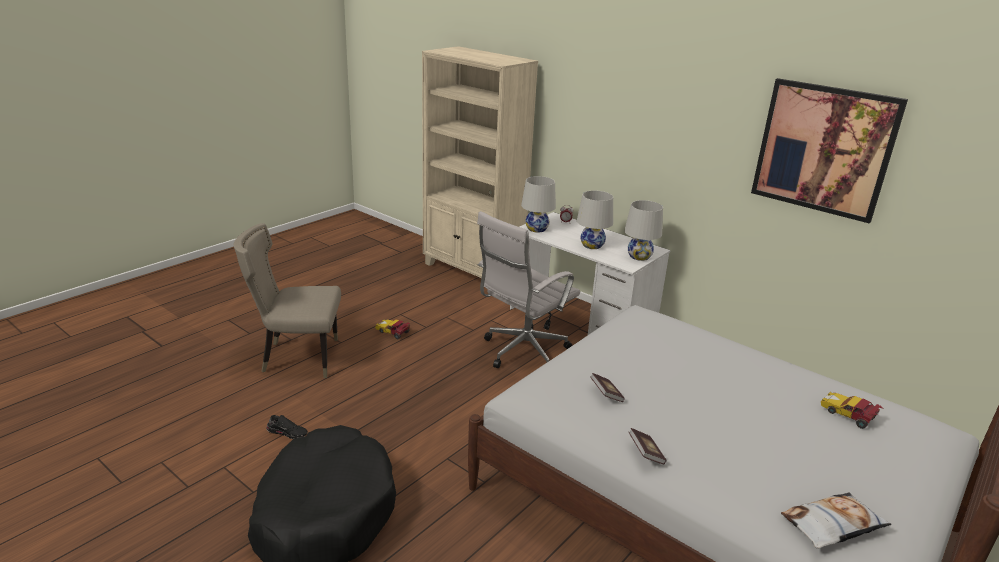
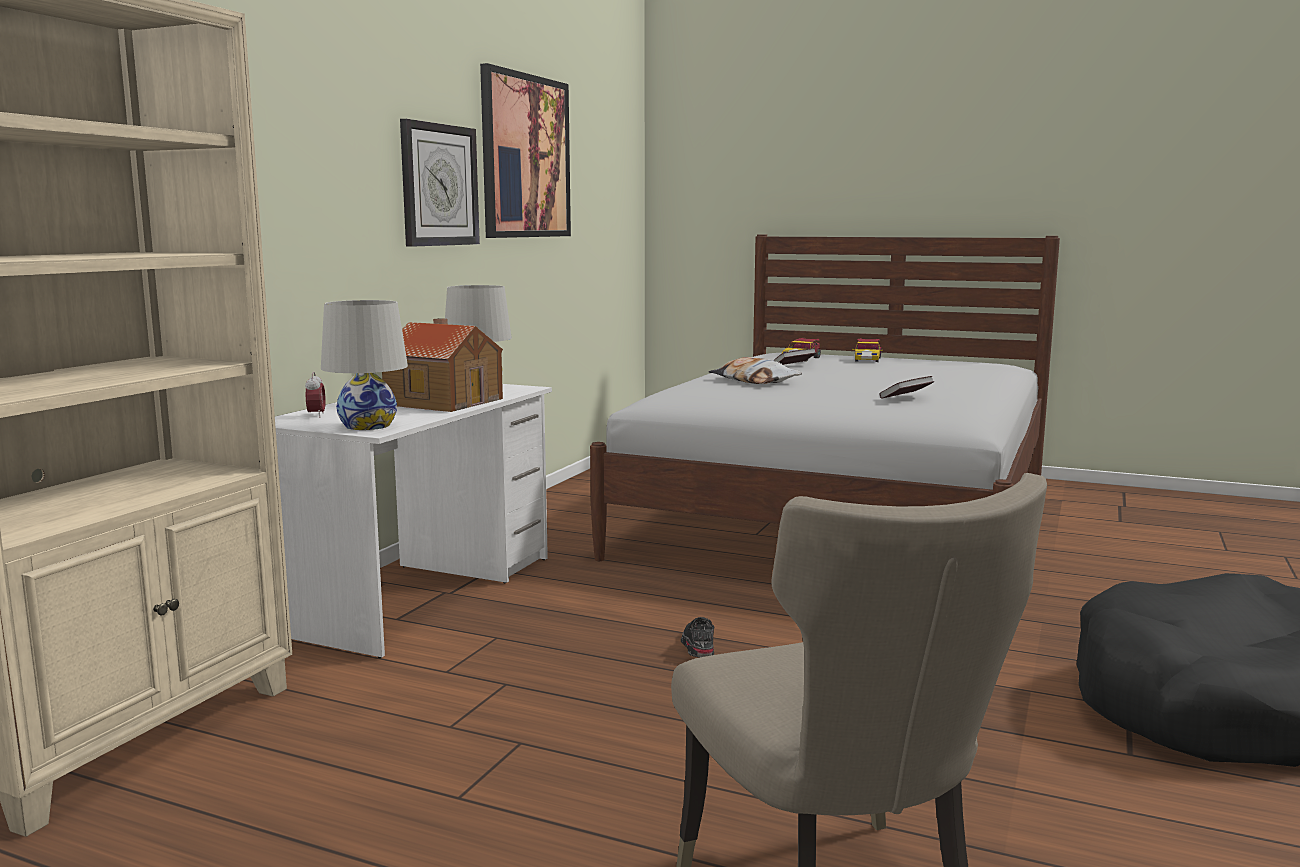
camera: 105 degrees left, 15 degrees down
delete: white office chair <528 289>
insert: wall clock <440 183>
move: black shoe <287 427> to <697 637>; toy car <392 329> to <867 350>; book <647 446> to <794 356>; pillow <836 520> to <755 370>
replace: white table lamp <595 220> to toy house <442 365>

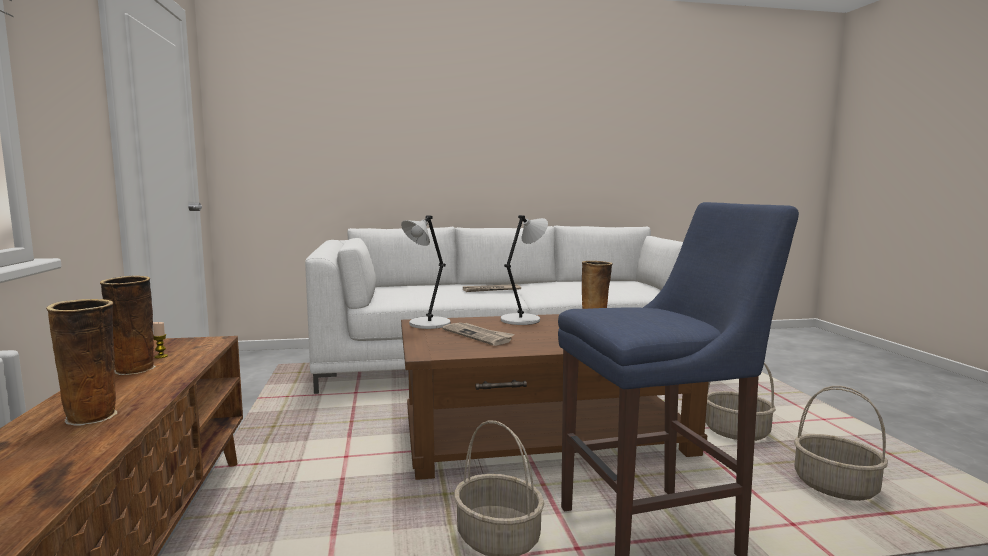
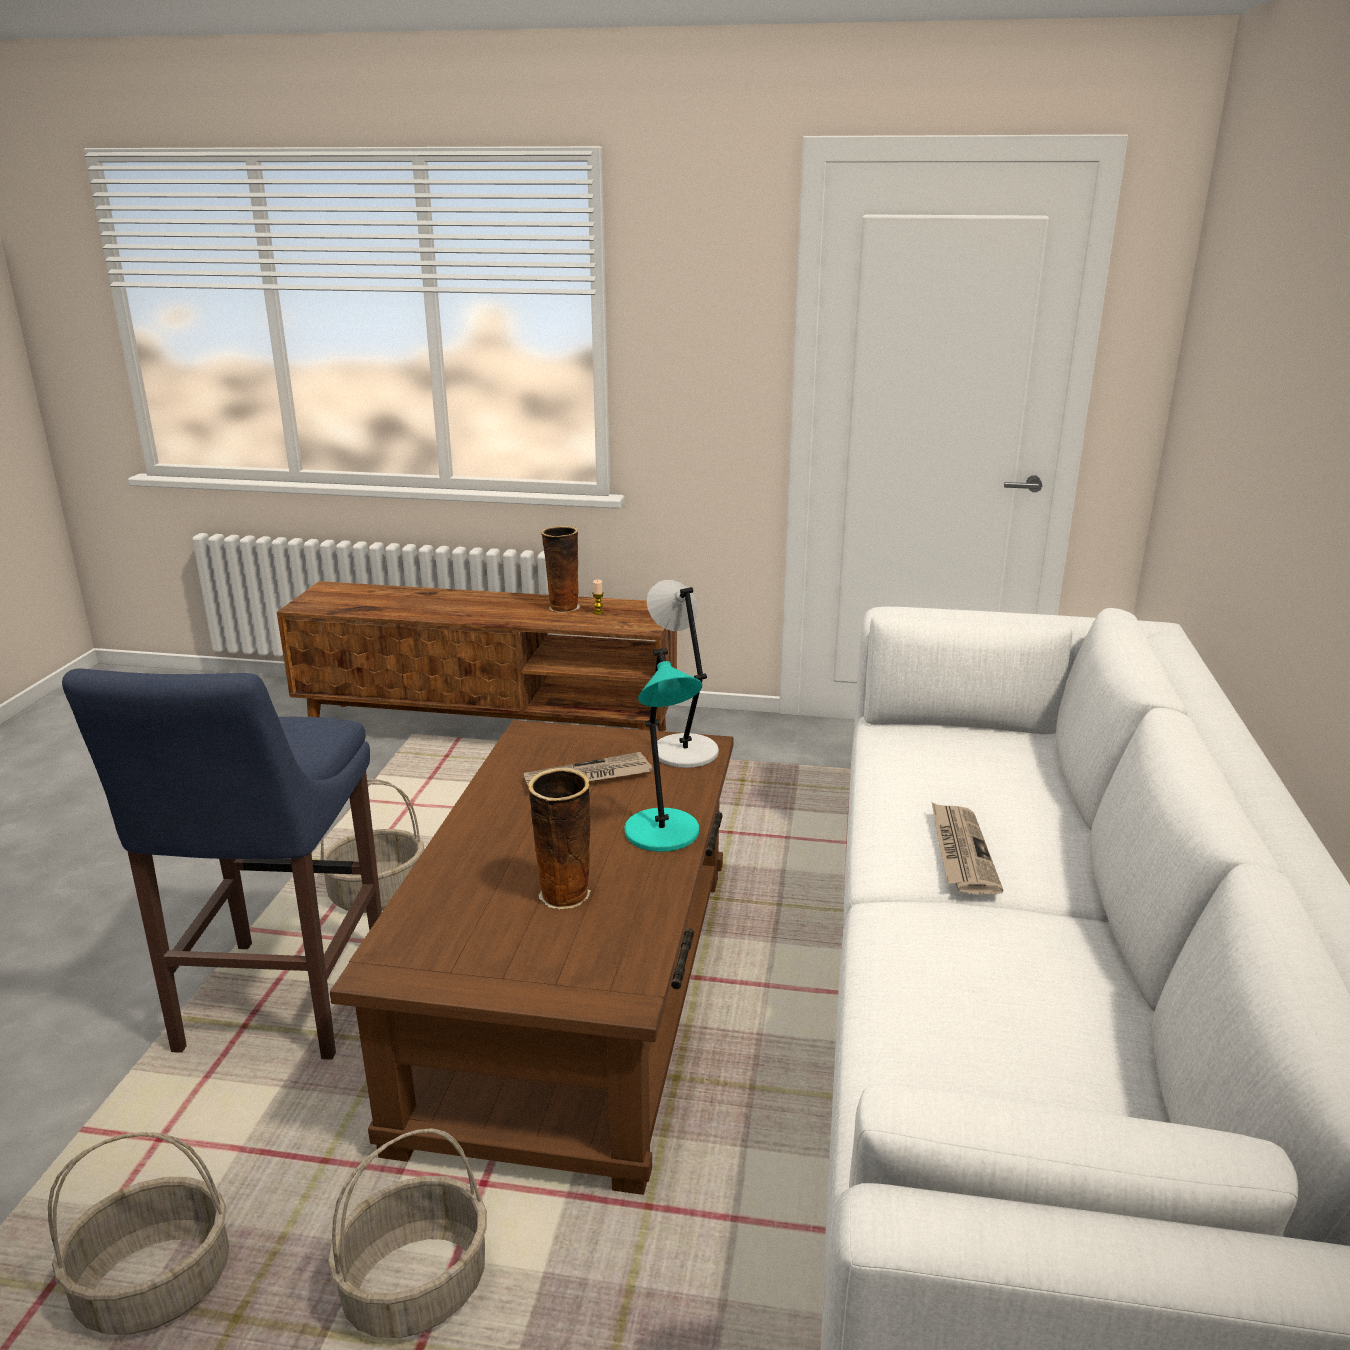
camera: 110 degrees right, 15 degrees up
delete: vase <81 362>
recolor: grey table lamp <524 270> to turquoise table lamp <663 750>

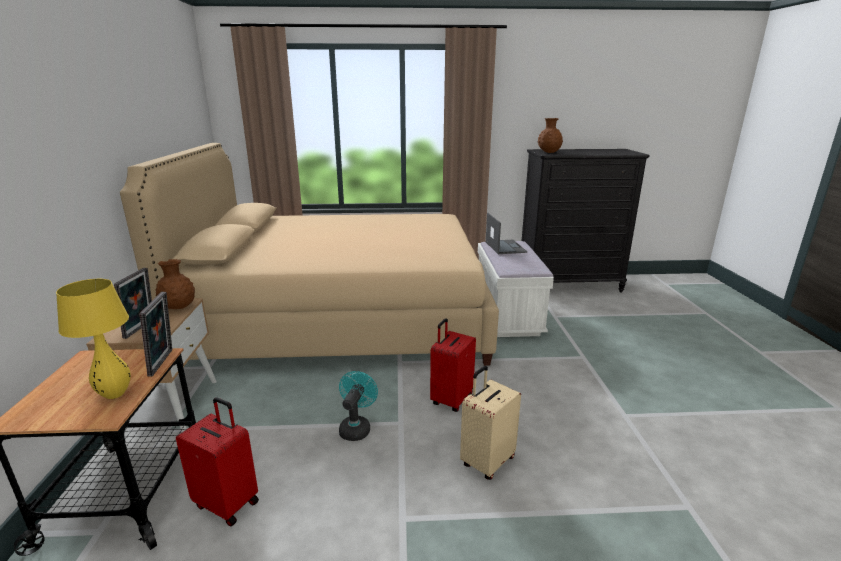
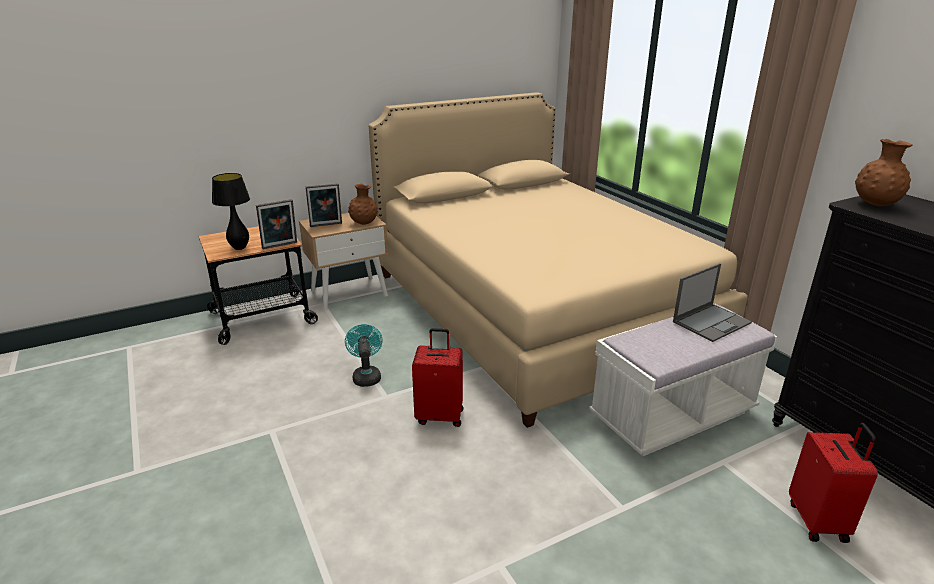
camera: 65 degrees right, 5 degrees up
delete: beige suitcase <490 423>
move: red suitcase <217 461> to <833 483>
recolor: yellow table lamp <93 339> to black table lamp <231 211>
rotate: turquoise fan <358 406> = <364 355> 90 degrees counterclockwise

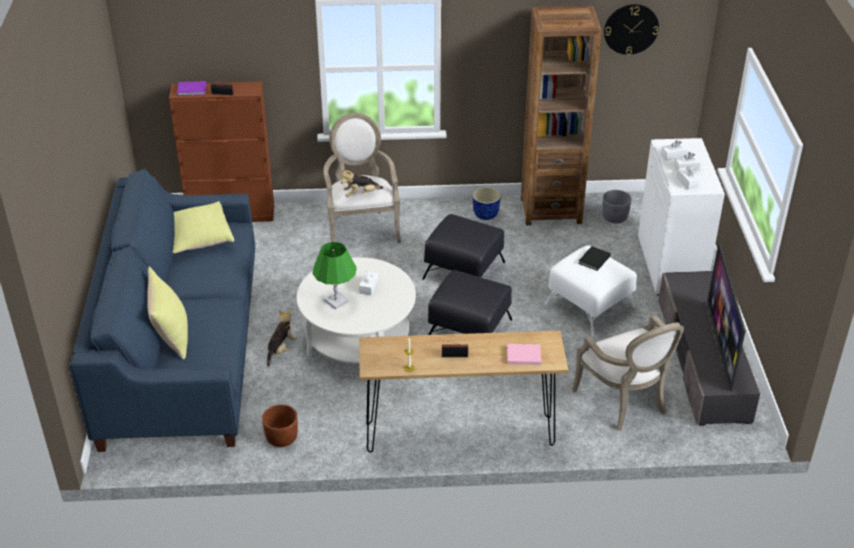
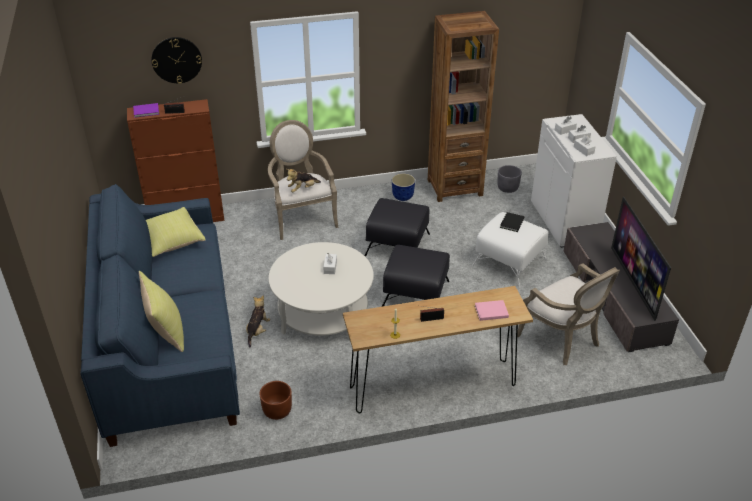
camera: 10 degrees left, 0 degrees up
delete: green table lamp <334 276>
move: wall clock <631 29> to <177 60>

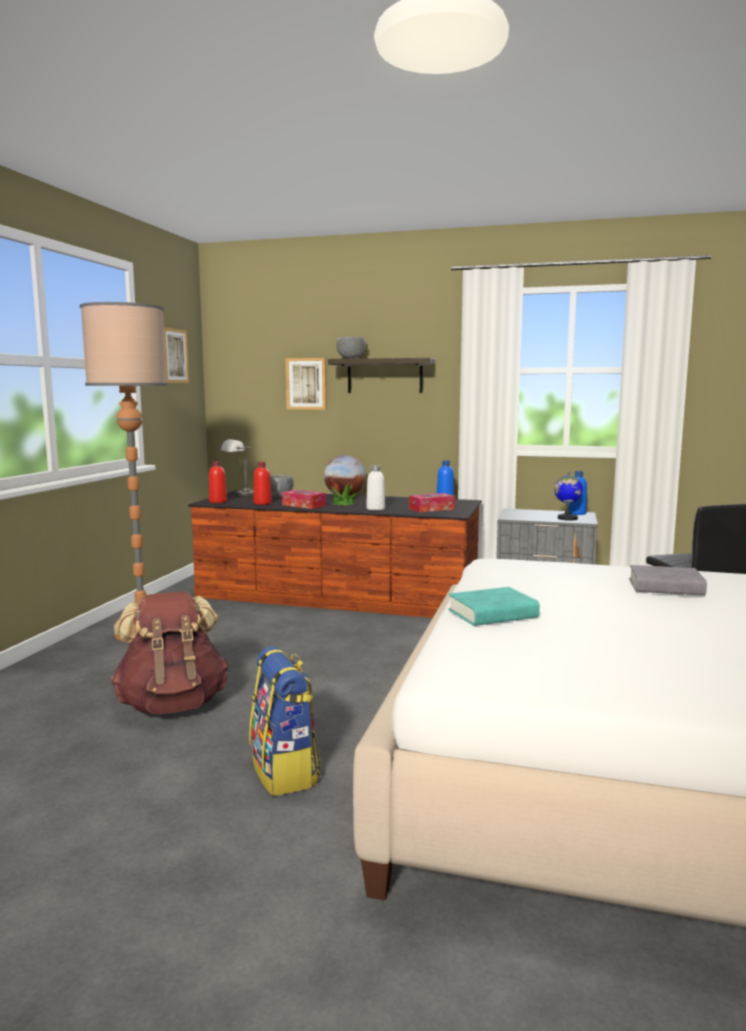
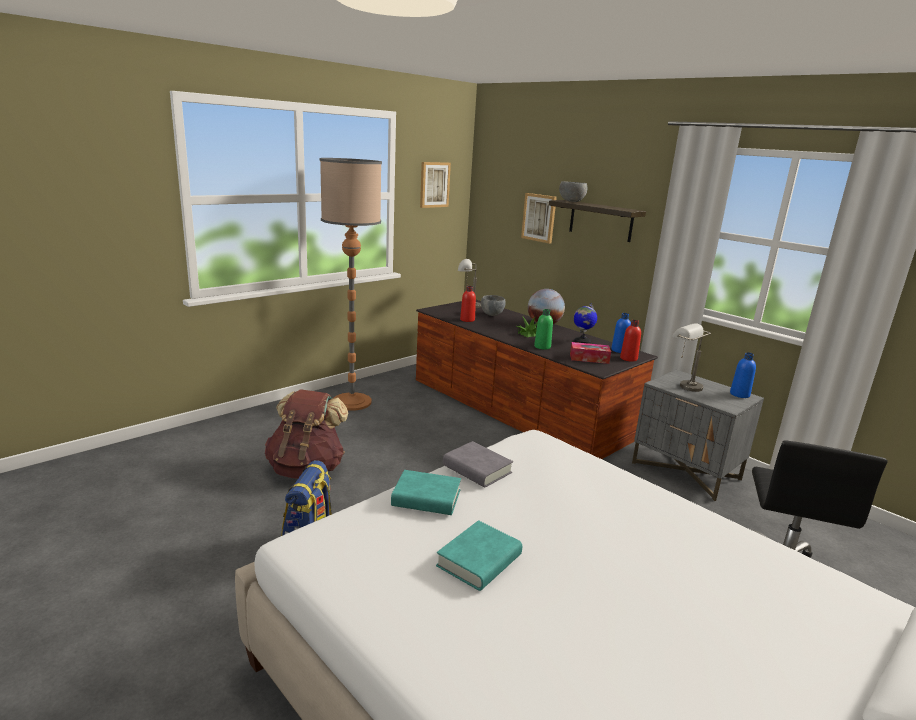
camera: 30 degrees right, 10 degrees up
delete: tissue box <303 499>
insert: turquoise book <479 555>; grey table lamp <691 357>
move: red bottle <218 482> to <630 341>; globe <568 495> to <585 323>; grey book <668 580> to <478 464>
recolor: white bottle <375 487> to green bottle <543 329>

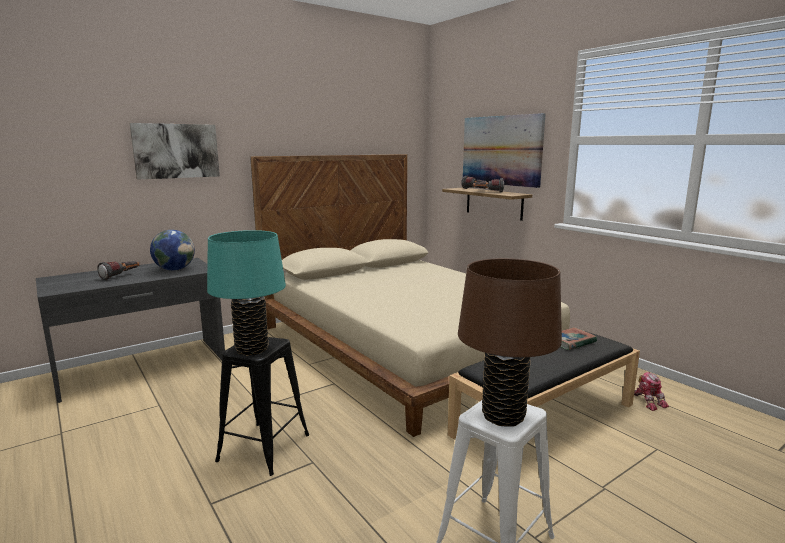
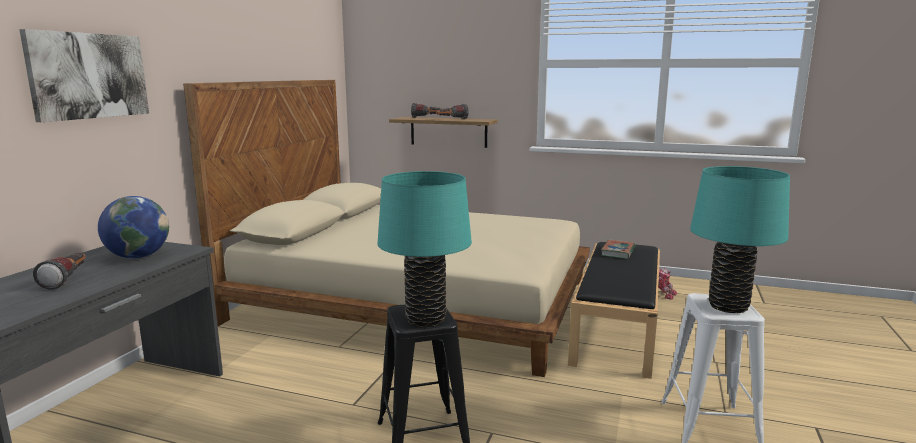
camera: 35 degrees left, 0 degrees up
delete: picture <504 150>
recolor: brown table lamp <510 342> to turquoise table lamp <740 239>

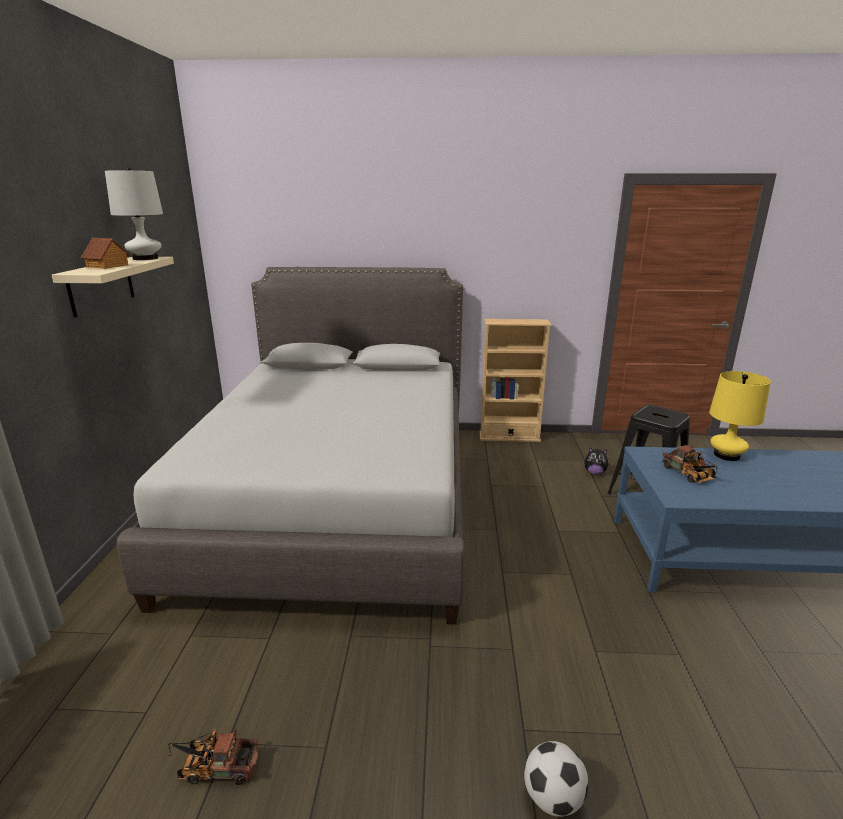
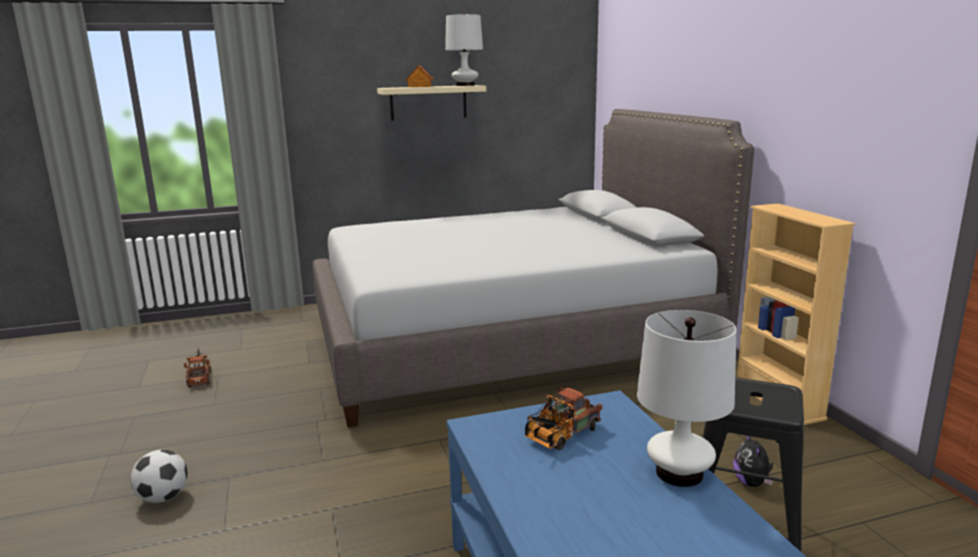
camera: 70 degrees right, 5 degrees down
recolor: yellow table lamp <740 416> to white table lamp <686 398>

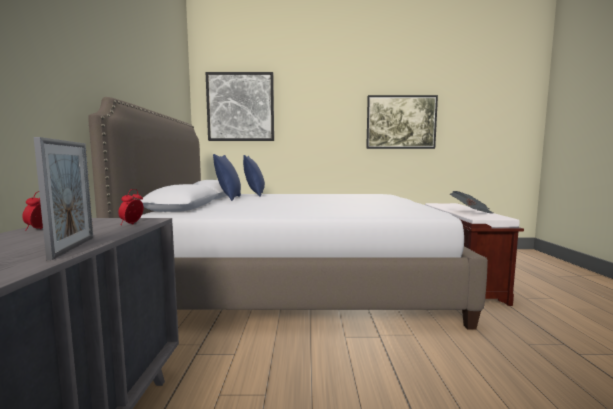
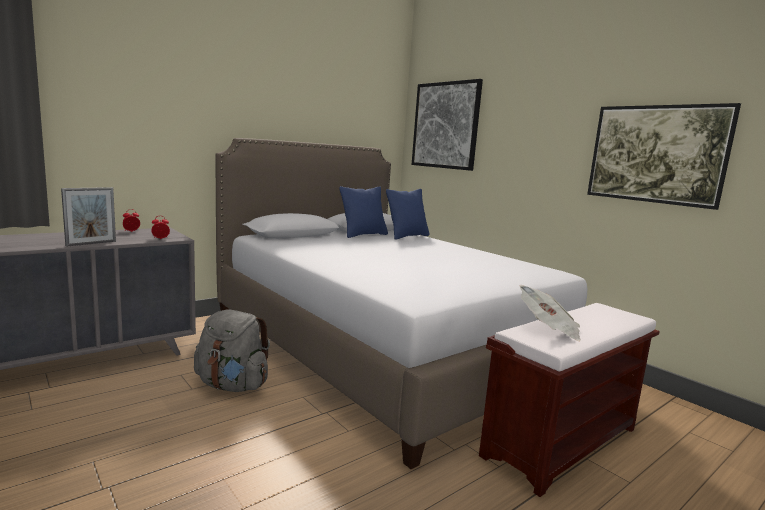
camera: 50 degrees right, 5 degrees up
insert: grey backpack <232 351>

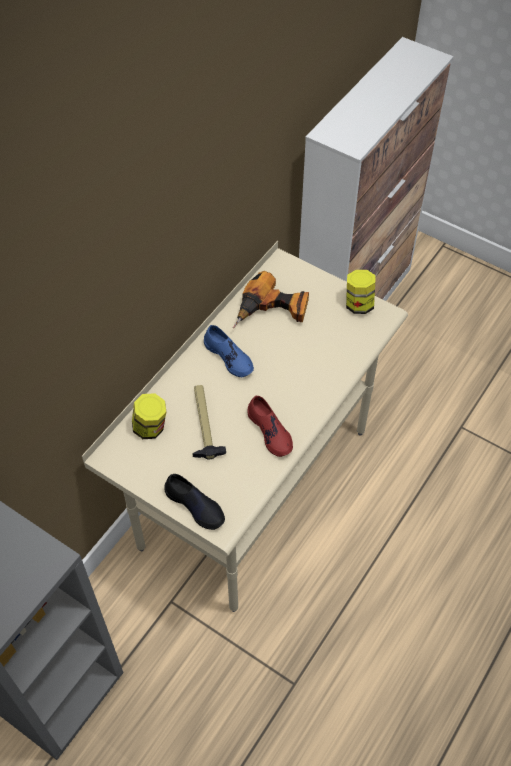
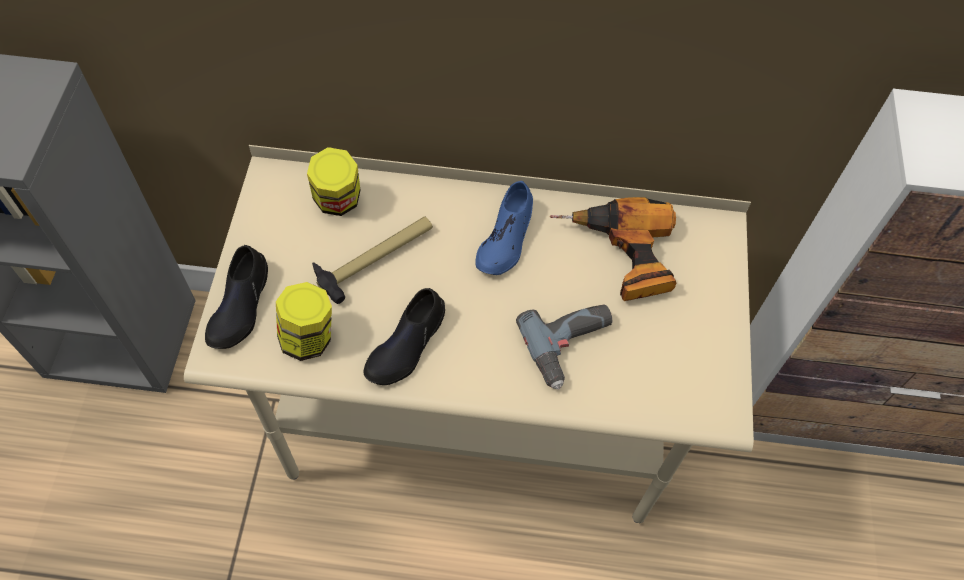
camera: 60 degrees right, 5 degrees up
insert: power drill <564 347>
move: jar <360 292> to <304 321>
recolor: red shoe <270 426> to black shoe <404 336>

